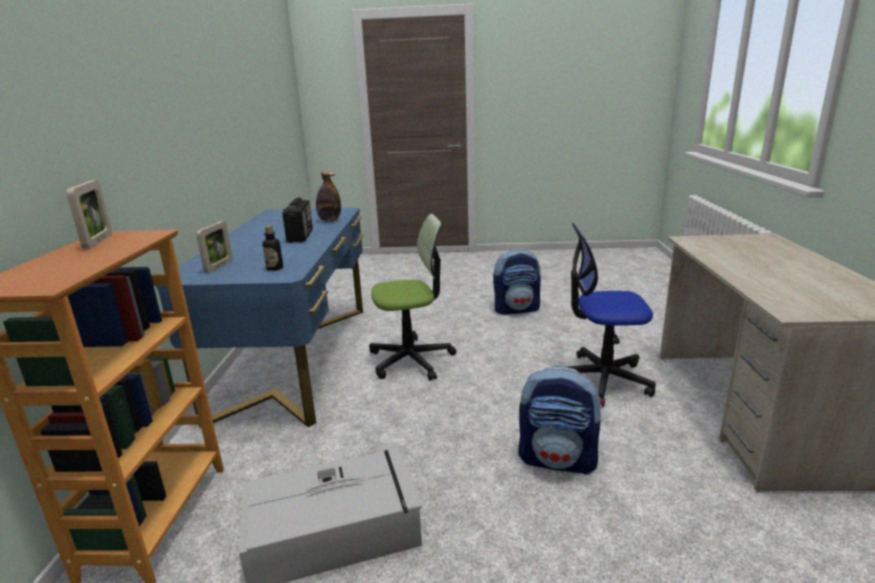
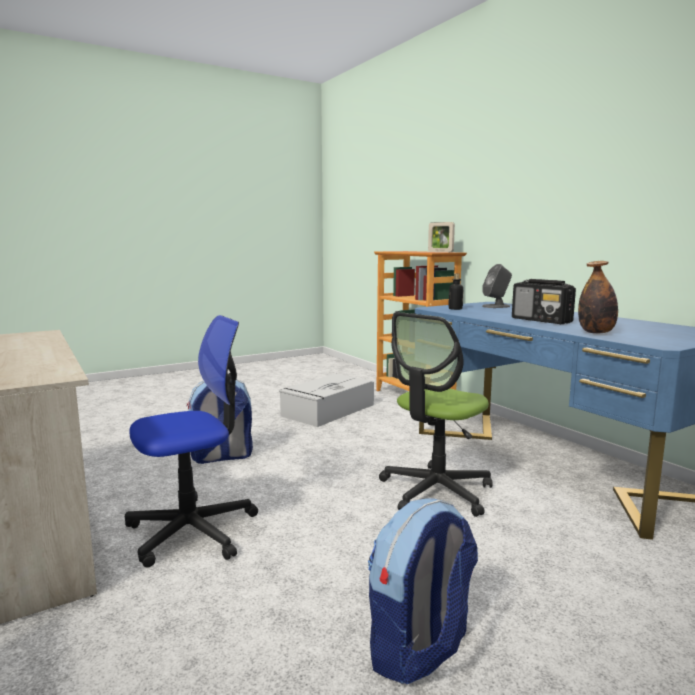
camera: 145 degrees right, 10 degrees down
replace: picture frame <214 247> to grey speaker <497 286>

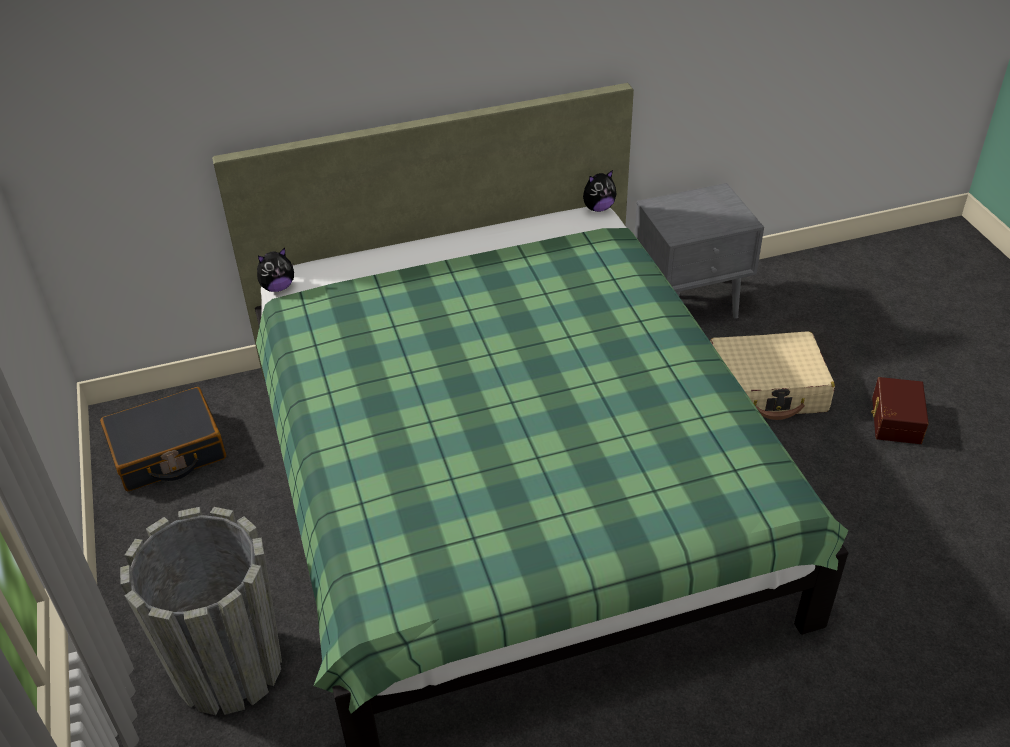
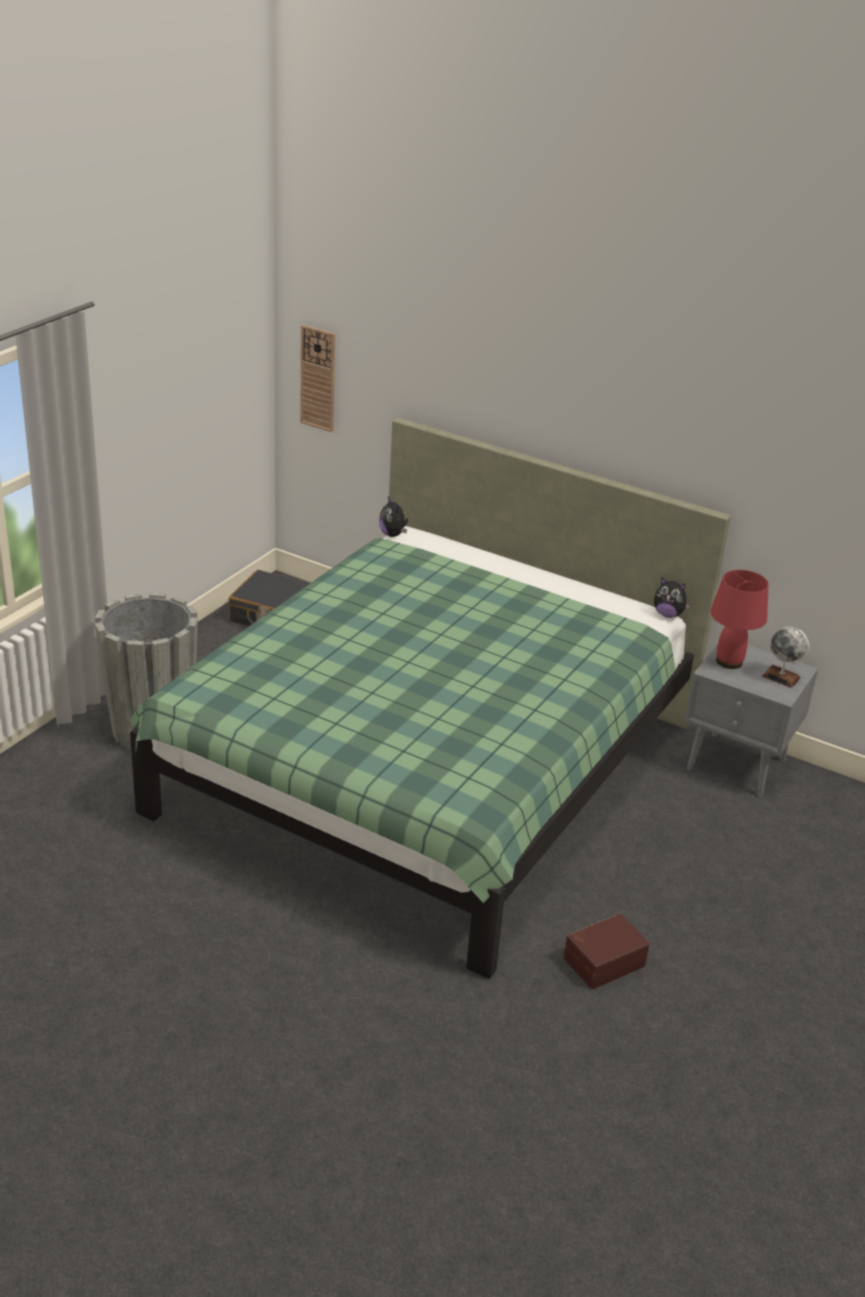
camera: 45 degrees right, 10 degrees down
delete: beige suitcase <772 375>
insert: wall clock <317 378>; red table lamp <739 619>; globe <785 657>
move: brown storage box <900 410> to <607 951>
rotate: plush toy <275 270> = <393 517> 45 degrees clockwise

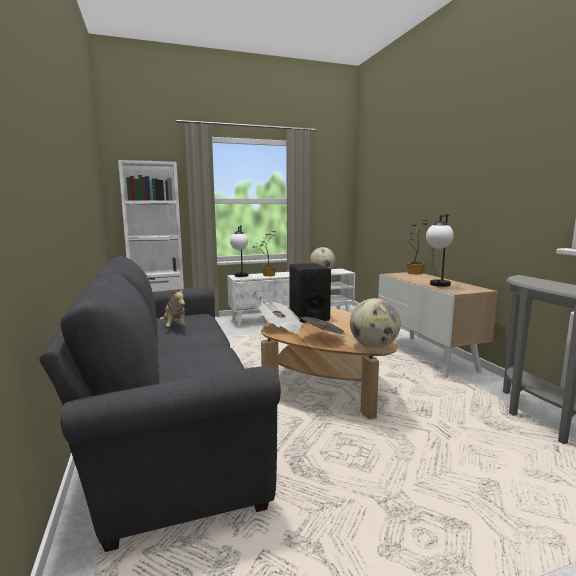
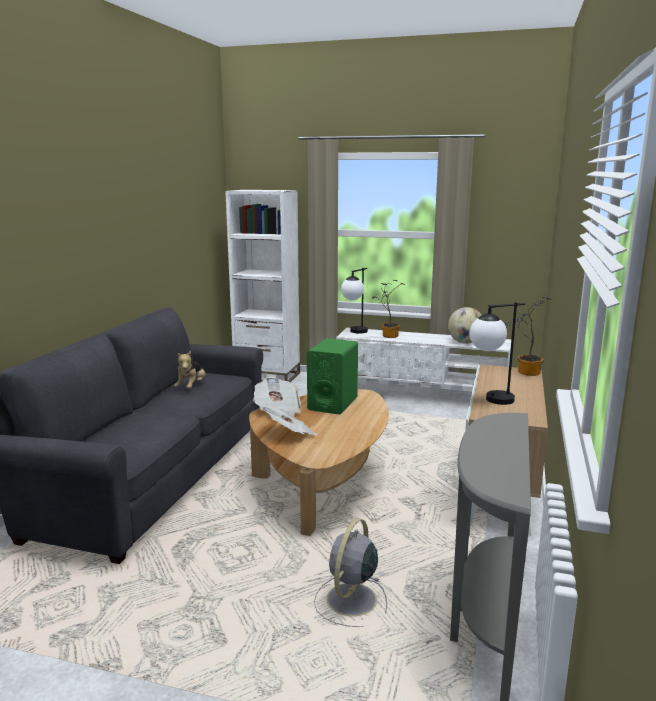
camera: 35 degrees right, 5 degrees up
delete: globe <375 323>
insert: grey fan <350 572>
recolor: black speaker <310 293> to green speaker <332 376>

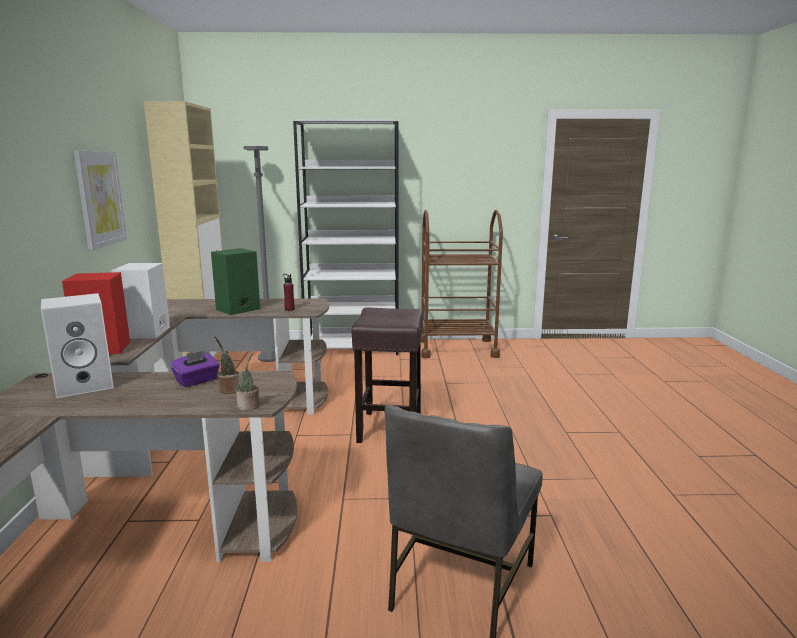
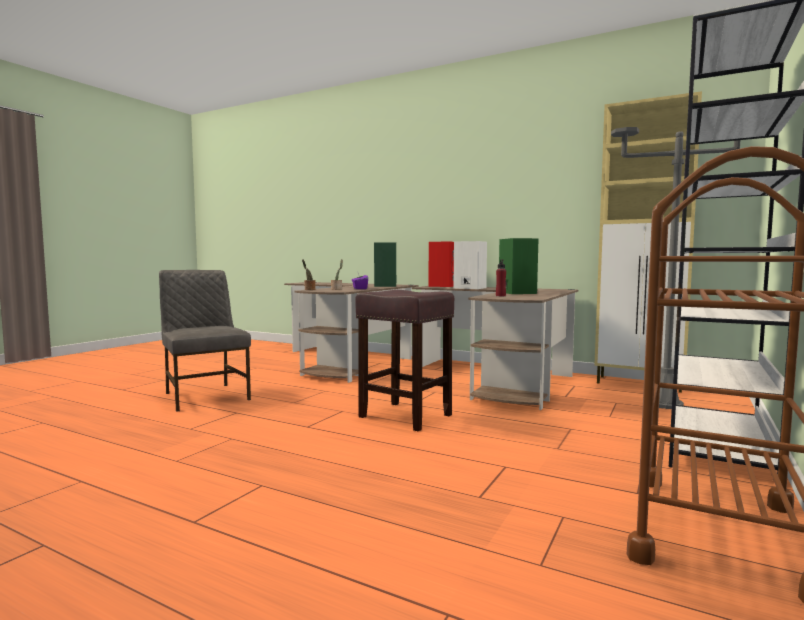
camera: 120 degrees right, 10 degrees down
delete: picture <100 200>
recolor: white speaker <77 345> to green speaker <385 265>

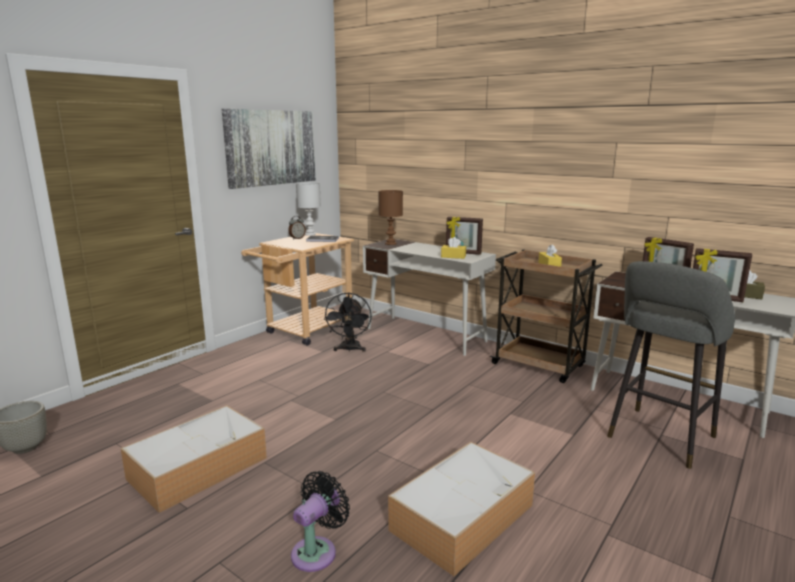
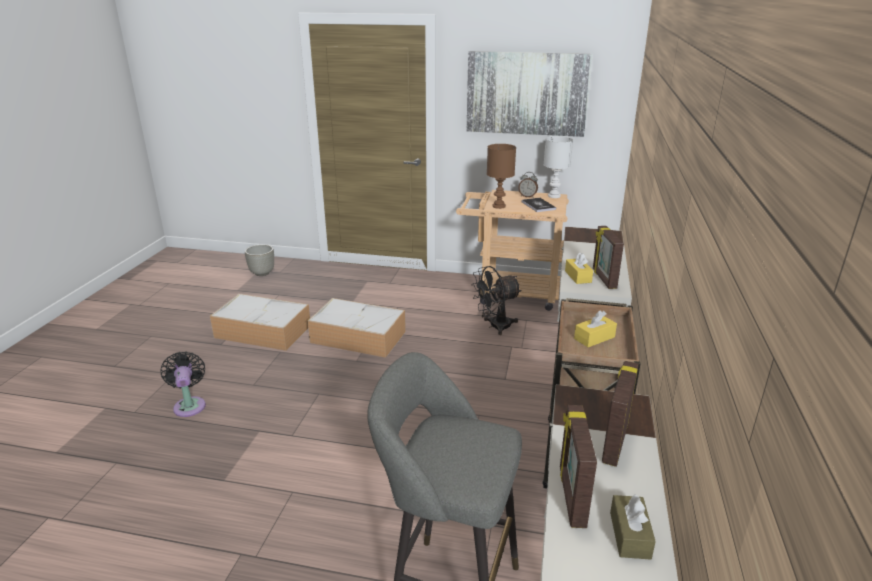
camera: 65 degrees right, 10 degrees up
move: brown table lamp <390 217> to <501 176>; storage box <461 509> to <357 328>
rotate: black fan <320 521> = <183 384> 120 degrees counterclockwise

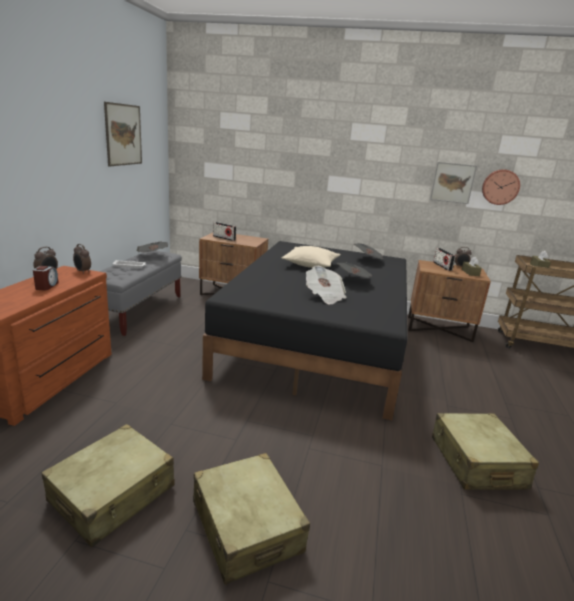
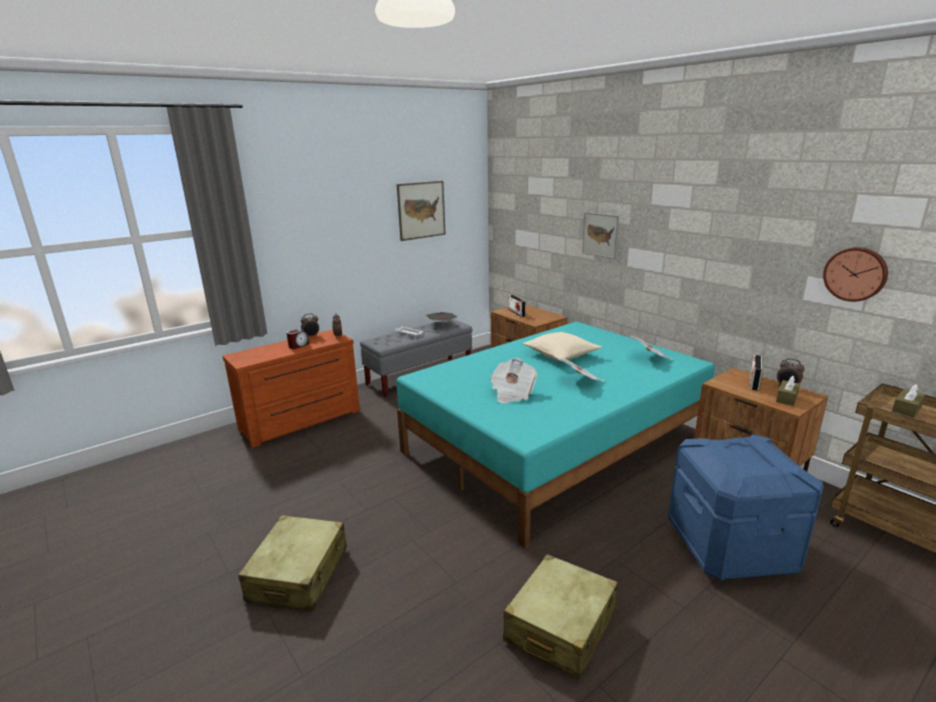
camera: 40 degrees right, 0 degrees up
delete: beige suitcase <108 485>
insert: blue storage box <746 507>
move: picture <453 183> to <600 235>
recolor: black bed <305 330> to turquoise bed <555 435>

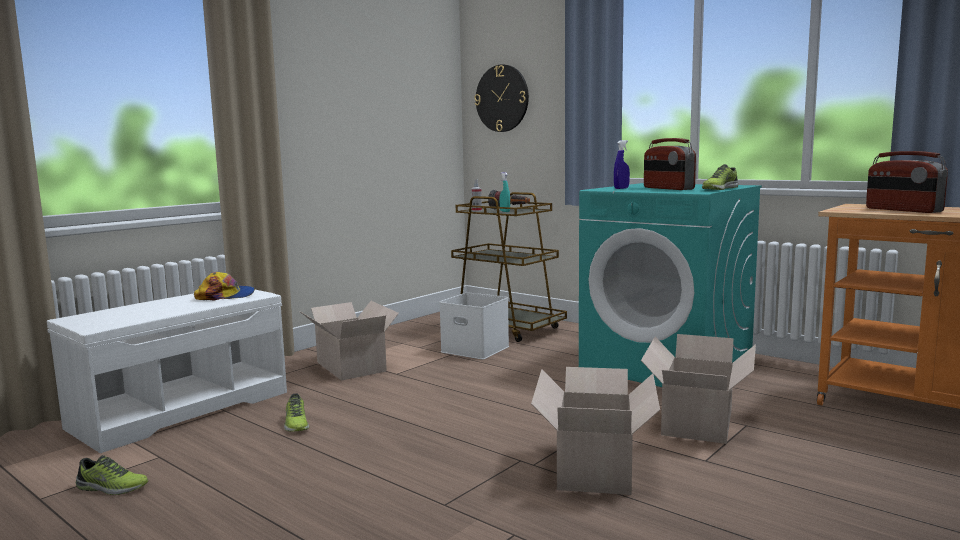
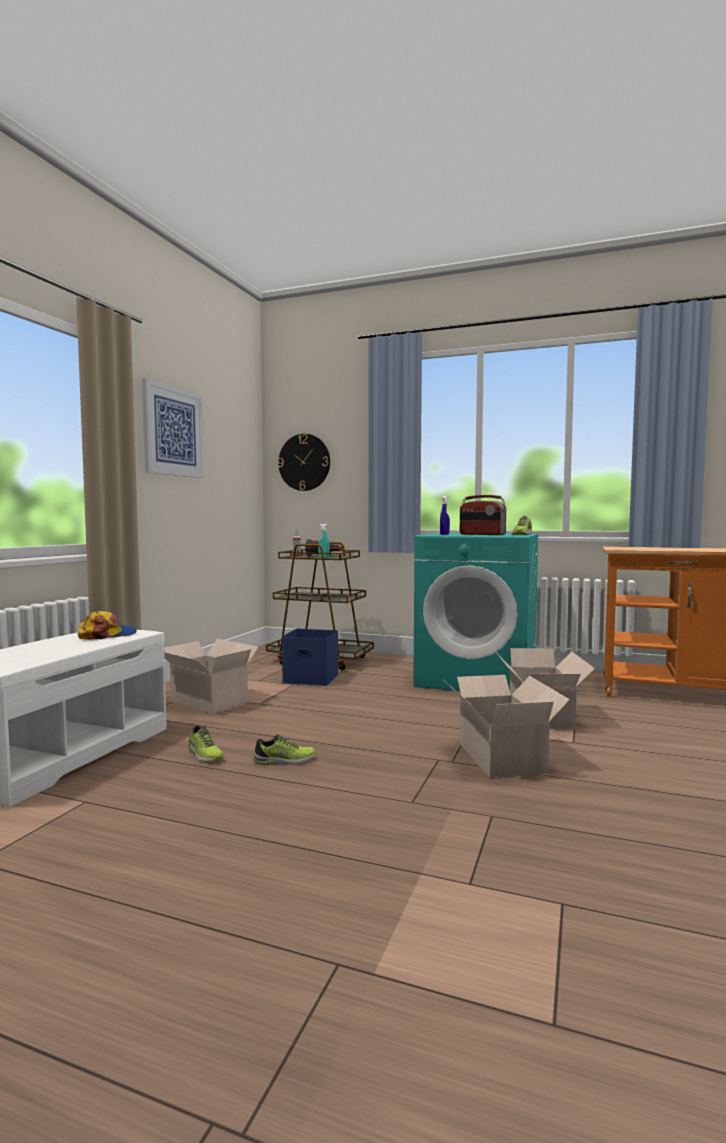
camera: 20 degrees left, 5 degrees down
delete: radio <907 182>
insert: picture <173 428>
move: shoe <112 475> to <284 749>
recolor: white storage box <474 325> to blue storage box <310 657>

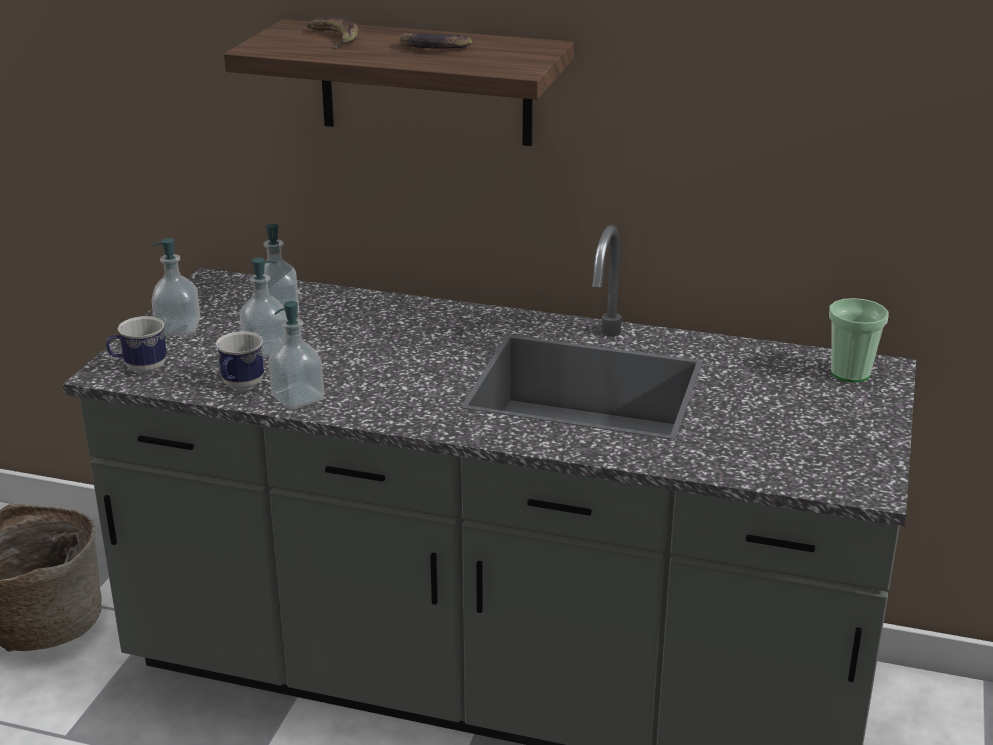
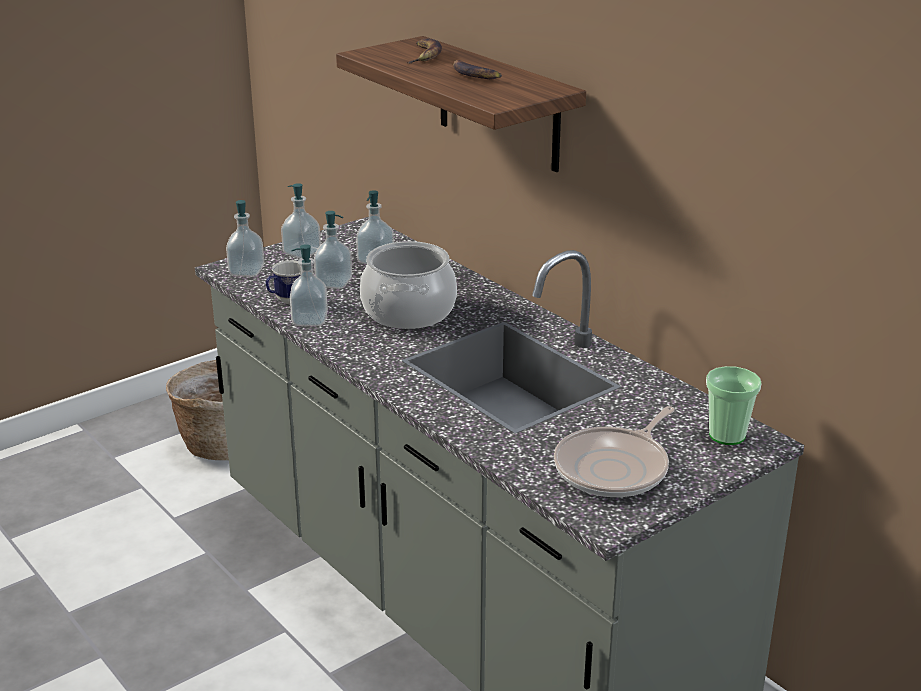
camera: 35 degrees right, 0 degrees up
insert: cooking pot <408 285>; frying pan <614 451>
replace: mug <136 345> to soap dispenser <245 238>

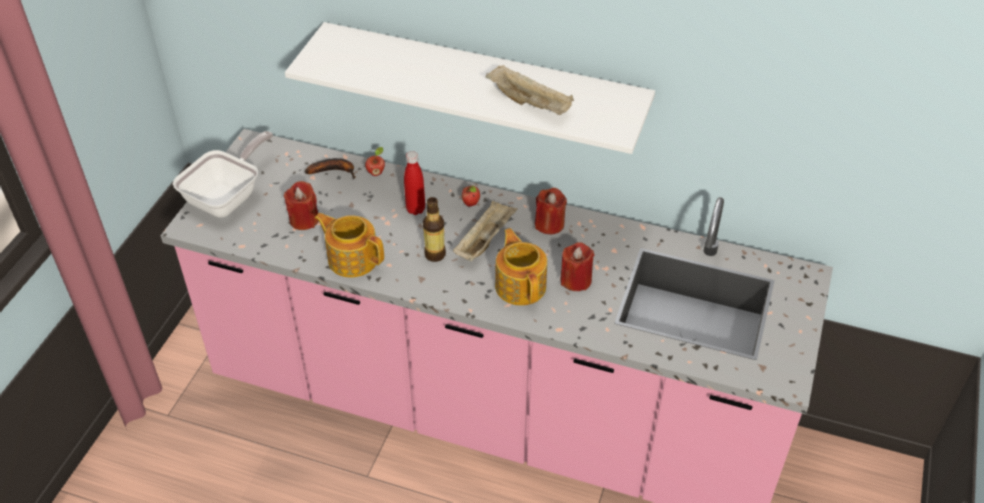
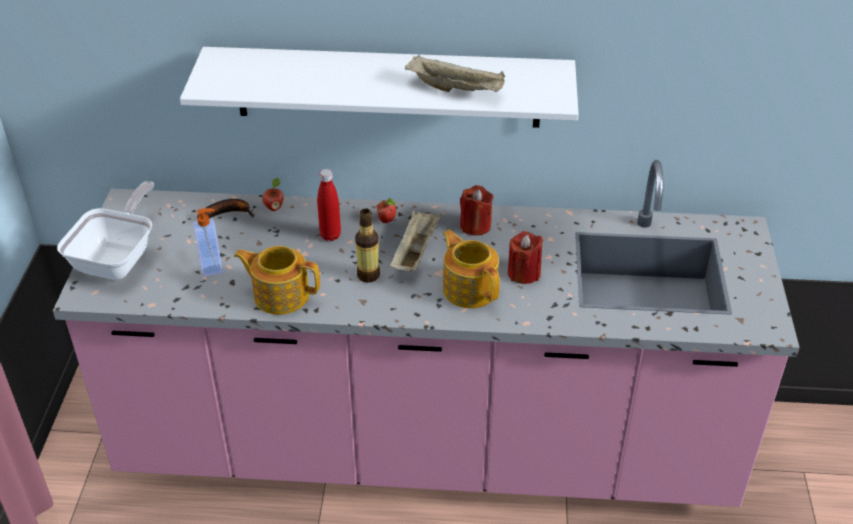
camera: 15 degrees left, 5 degrees down
replace: red candle <301 205> to soap dispenser <208 242>

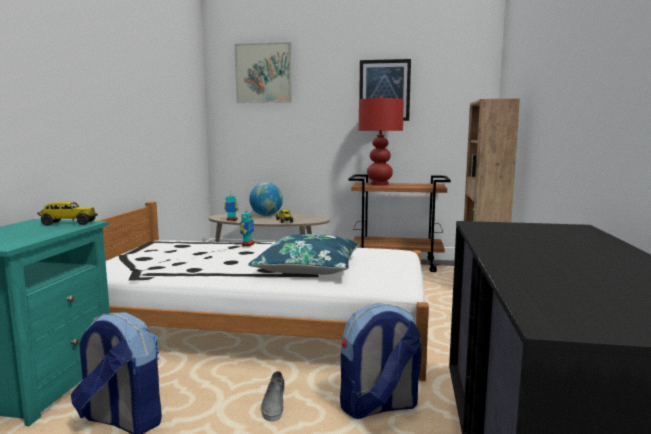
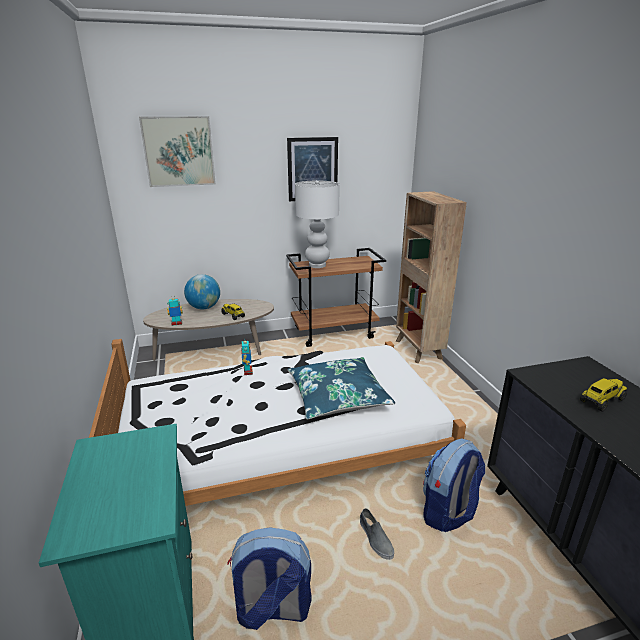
camera: 25 degrees left, 15 degrees up
move: toy truck <67 214> to <603 395>
recolor: red table lamp <381 141> to white table lamp <317 224>

